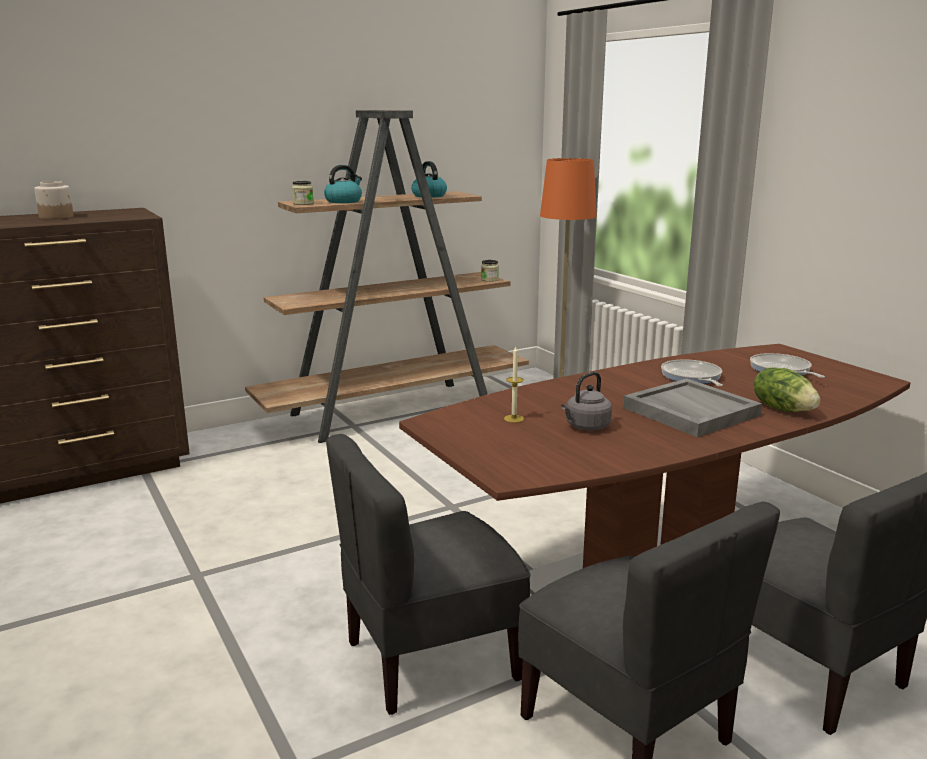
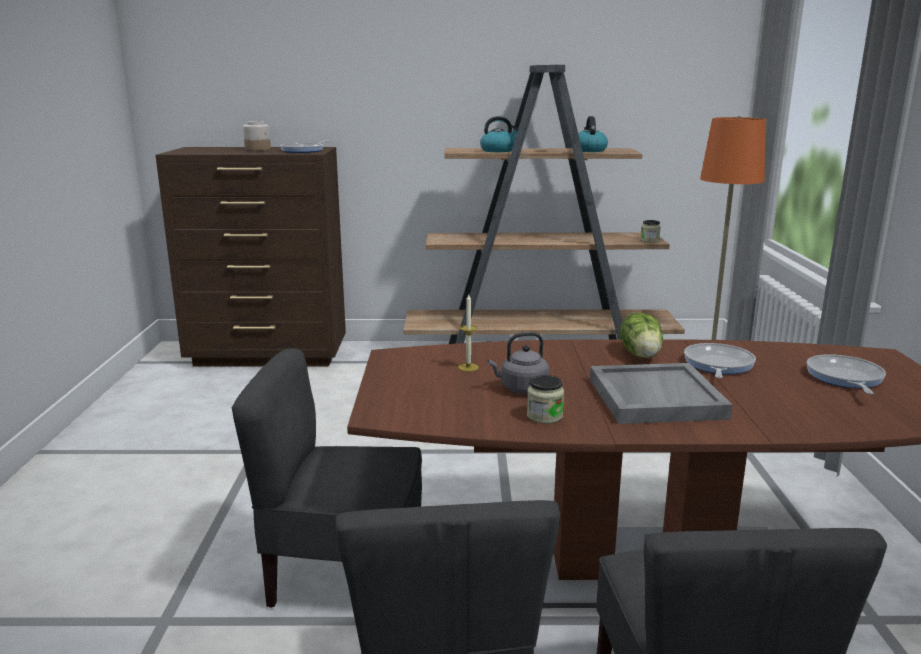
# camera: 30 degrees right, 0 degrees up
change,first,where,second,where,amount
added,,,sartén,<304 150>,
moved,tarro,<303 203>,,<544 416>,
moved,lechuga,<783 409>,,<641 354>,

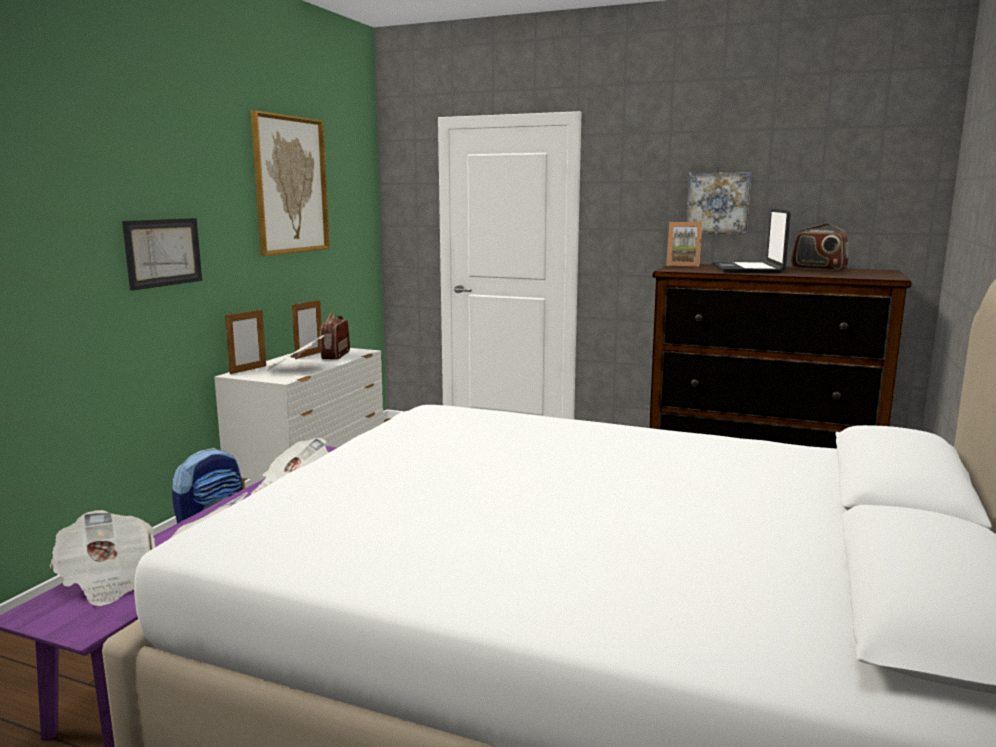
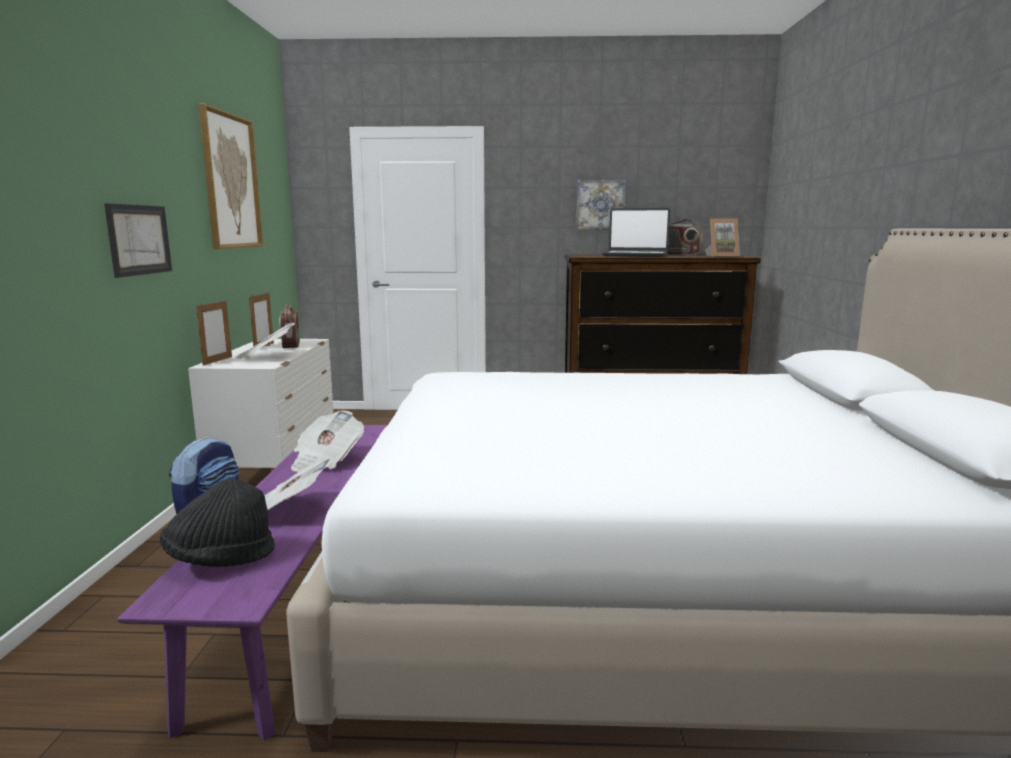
# camera: 20 degrees left, 0 degrees up
change,first,where,second,where,amount
moved,portarretratos,<683 265>,,<721 256>,
replaced,periódico,<109 581>,sombrero (negro),<221 559>,
turned,portátil,<748 269>,,<635 255>,60 degrees counterclockwise

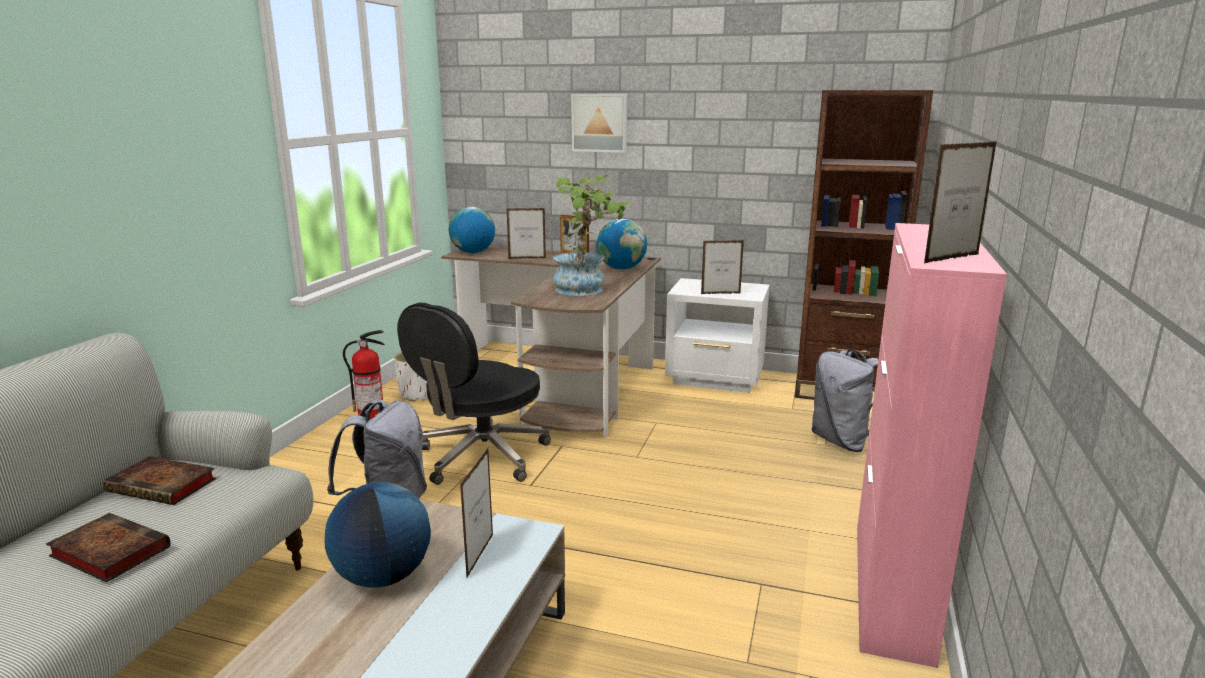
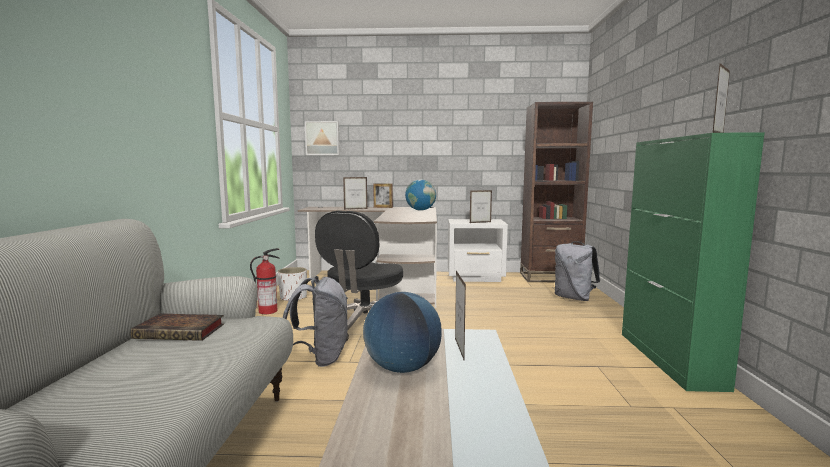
# camera: 15 degrees left, 10 degrees down
change,first,where,second,where,amount
removed,libro,<107 552>,,,
removed,globo terráqueo,<473 252>,,,
removed,planta en maceta,<587 289>,,,
moved,cuadro,<600 122>,,<322 138>,
recoloured,armario (rosa),<891 589>,armario (verde),<669 359>,

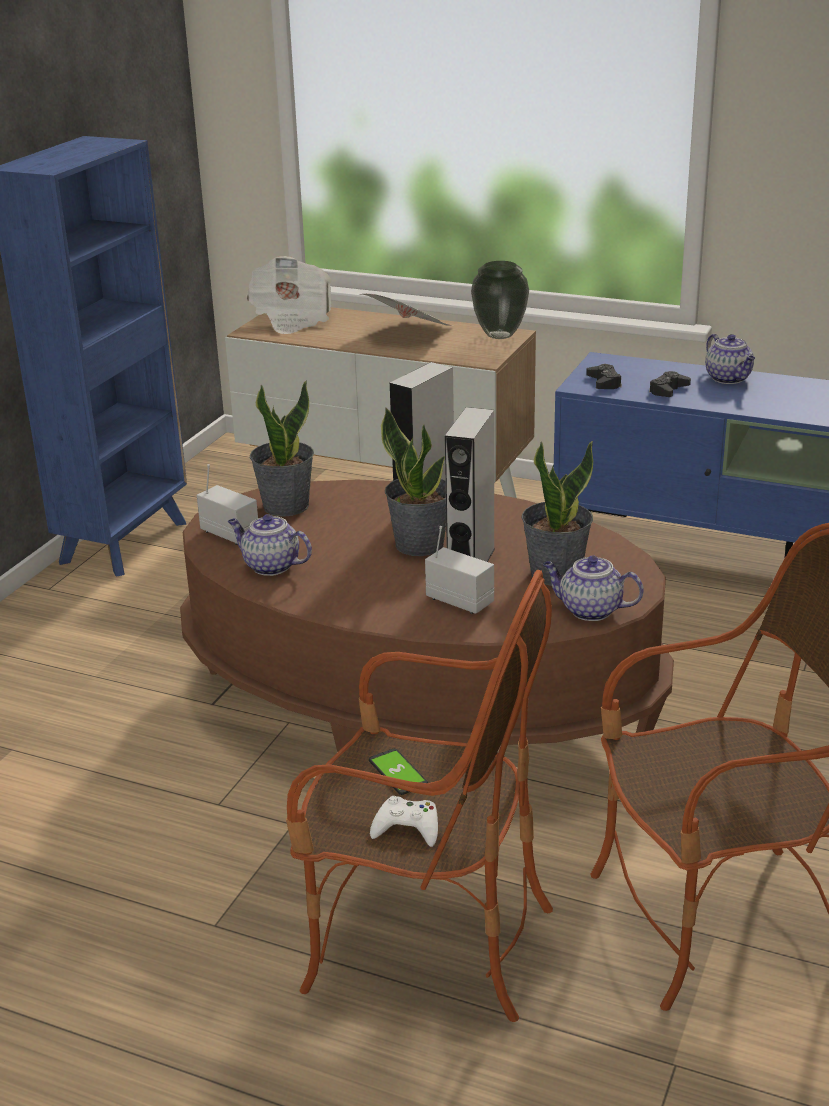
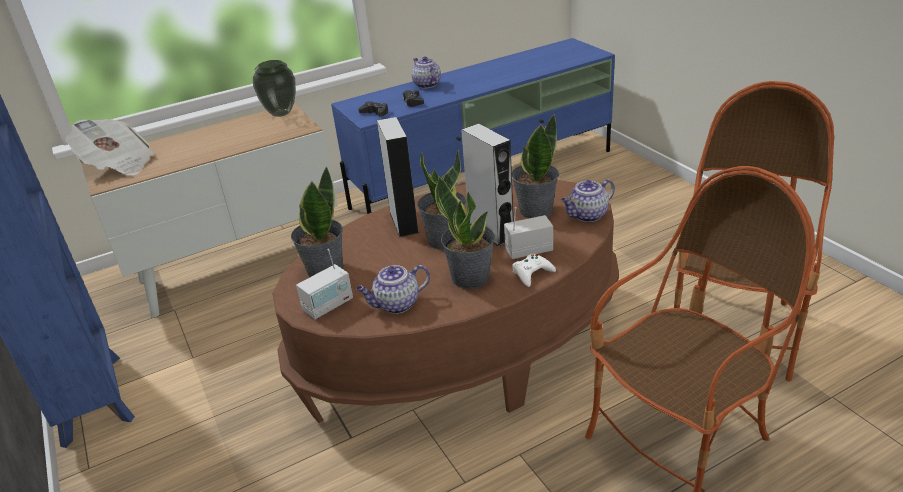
# camera: 50 degrees left, 5 degrees up
change,first,where,second,where,amount
removed,periódico,<409 334>,,,
removed,móvil,<398 773>,,,
added,,,planta en maceta,<470 277>,
moved,mando de consola (blanco),<407 827>,,<532 273>,
turned,radio,<230 533>,,<328 306>,150 degrees clockwise
turned,tetera,<729 379>,,<426 84>,135 degrees counterclockwise

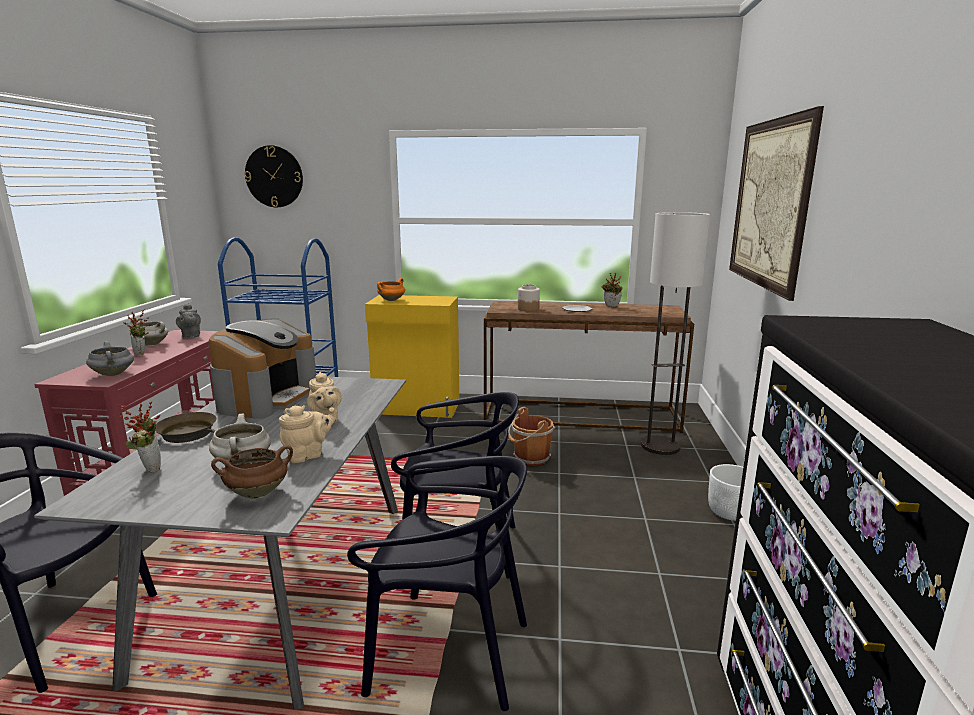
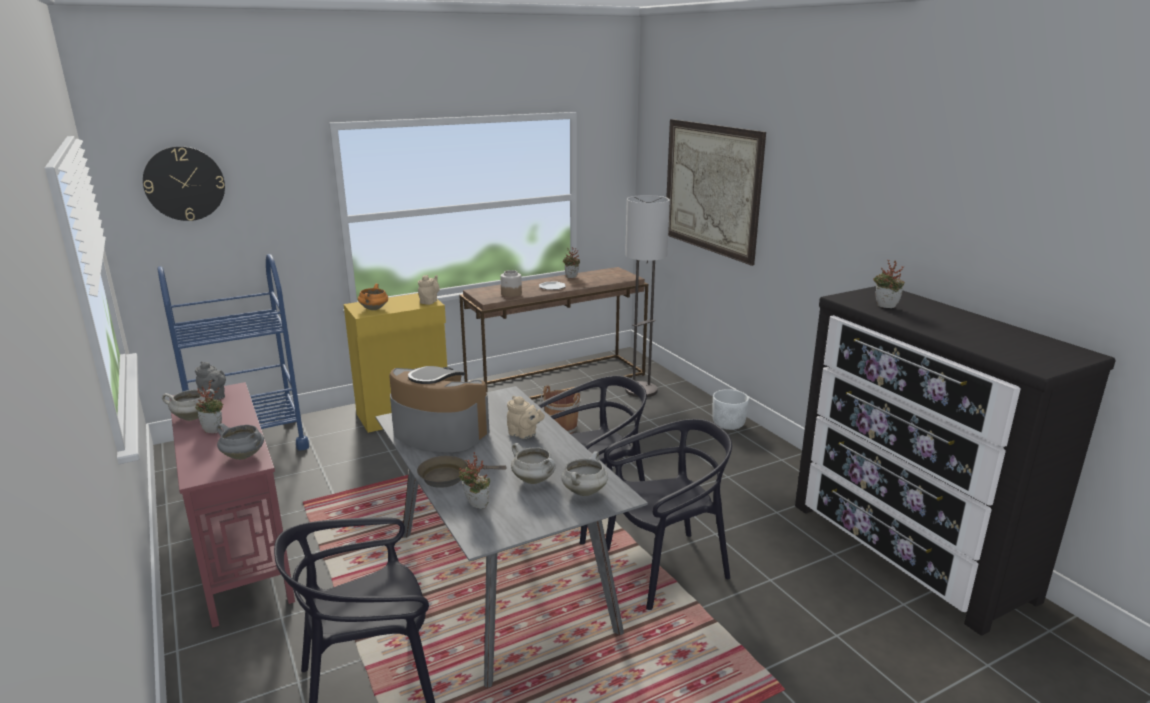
# camera: 35 degrees left, 5 degrees up
change,first,where,second,where,amount
added,,,planta en maceta,<885 307>,
moved,tetera (beis),<308 455>,,<429 301>,
recoloured,olla (marrón),<258 492>,olla (blanco),<584 491>,
turned,cafetera,<267 397>,,<438 432>,45 degrees counterclockwise

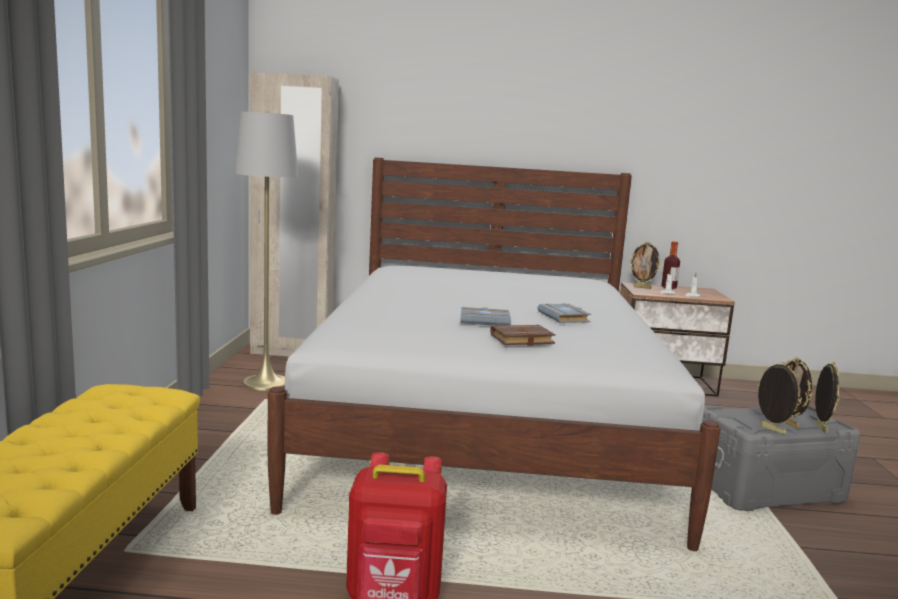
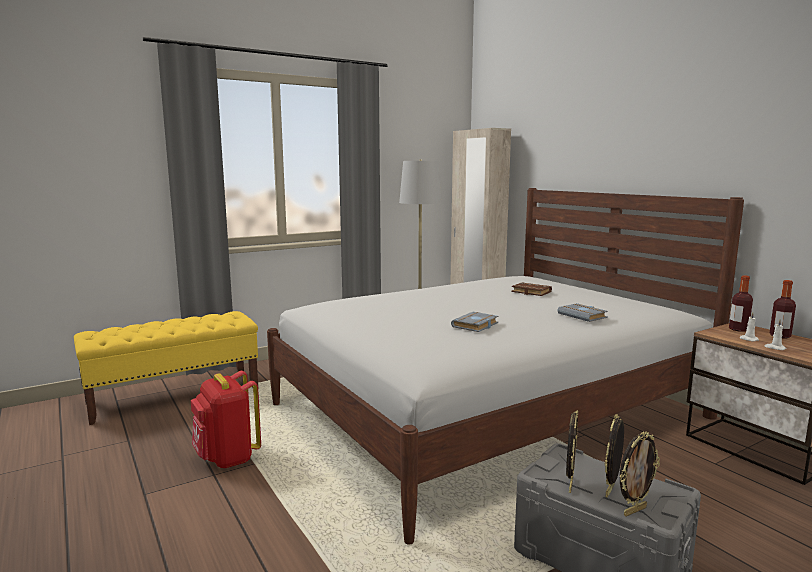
# camera: 55 degrees right, 0 degrees up
change,first,where,second,where,amount
moved,libro (gris),<485 321>,,<583 316>,
moved,libro (marrón),<521 340>,,<530 292>,
replaced,portarretratos,<642 287>,botella,<738 329>,

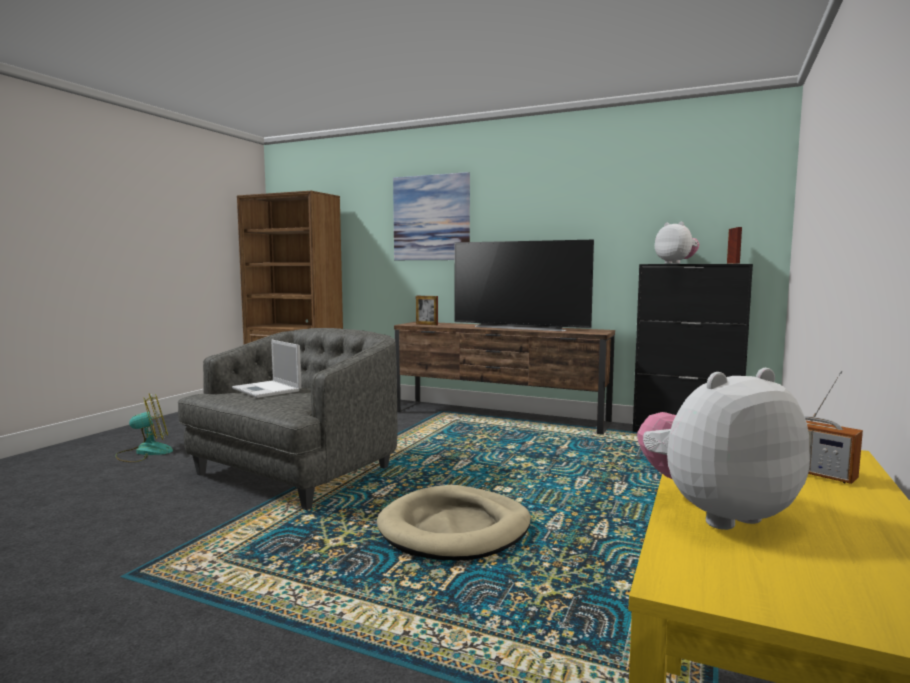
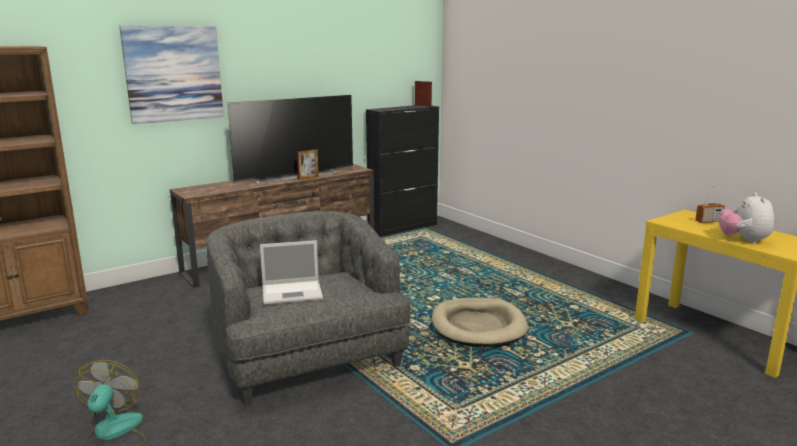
# camera: 60 degrees left, 10 degrees up
change,first,where,second,where,amount
removed,peluche,<676 263>,,,
moved,portarretratos,<427 324>,,<308 178>,

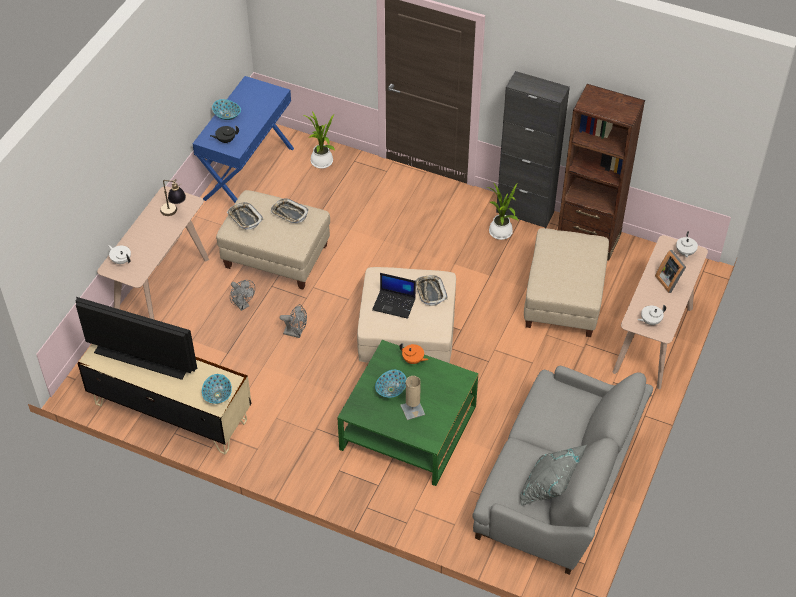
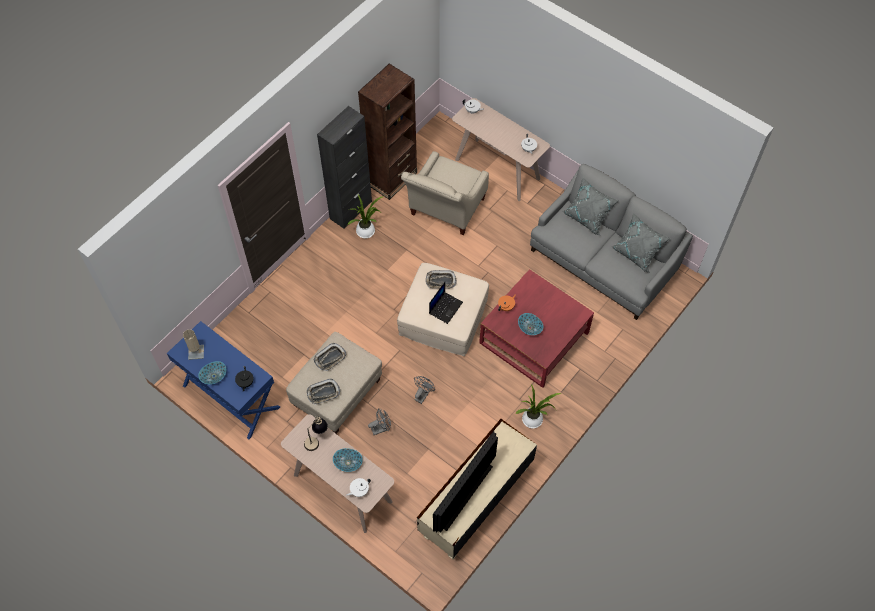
# camera: 75 degrees left, 10 degrees up
change,first,where,second,where,amount
removed,portarretratos,<670 281>,,,
added,,,cojín (gris),<587 217>,
moved,cuenco,<218 395>,,<348 462>,
moved,planta en maceta,<321 163>,,<534 420>,
moved,lámpara de mesa (beis),<412 410>,,<196 352>,
replaced,puf (beis),<563 300>,sillón (beis),<445 210>,
recoloured,mesa de centro (verde),<408 427>,mesa de centro (rojo),<534 338>,

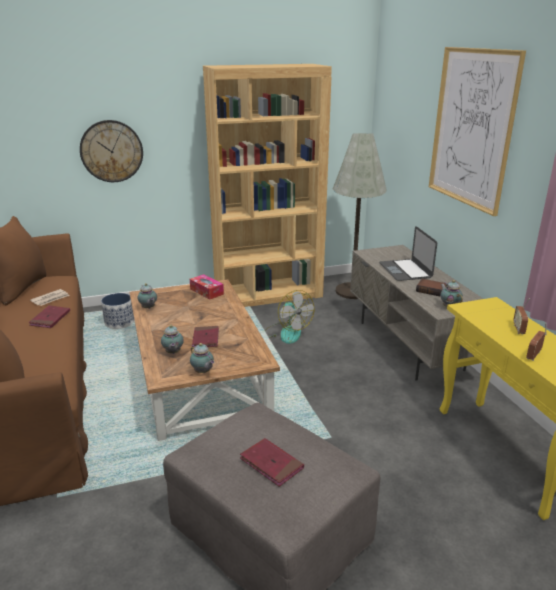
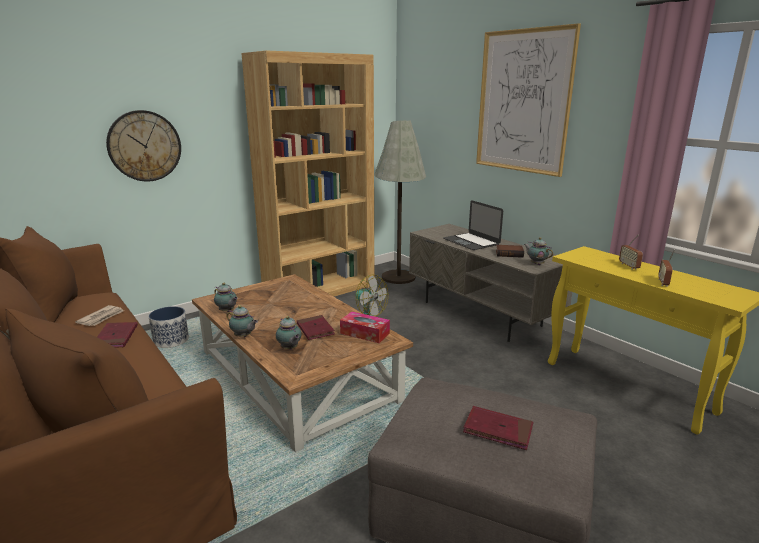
# camera: 20 degrees left, 5 degrees down
change,first,where,second,where,amount
moved,caja de pañuelos,<206 291>,,<365 333>,
moved,tetera,<203 372>,,<243 336>,

